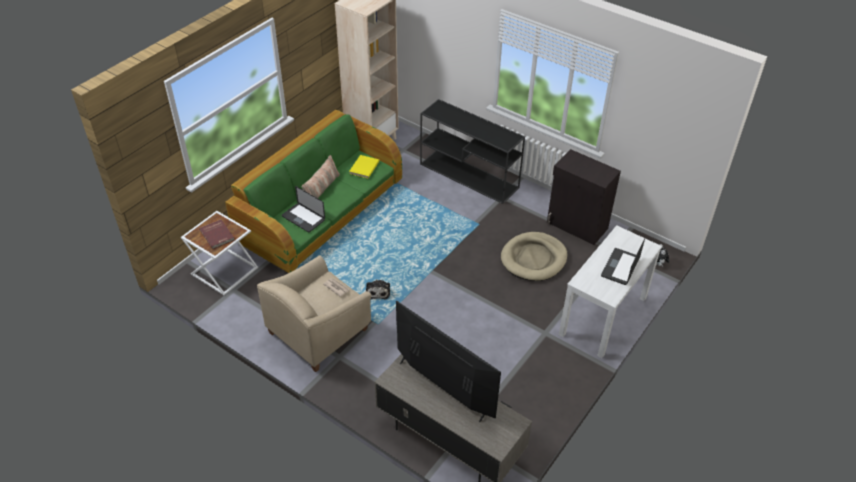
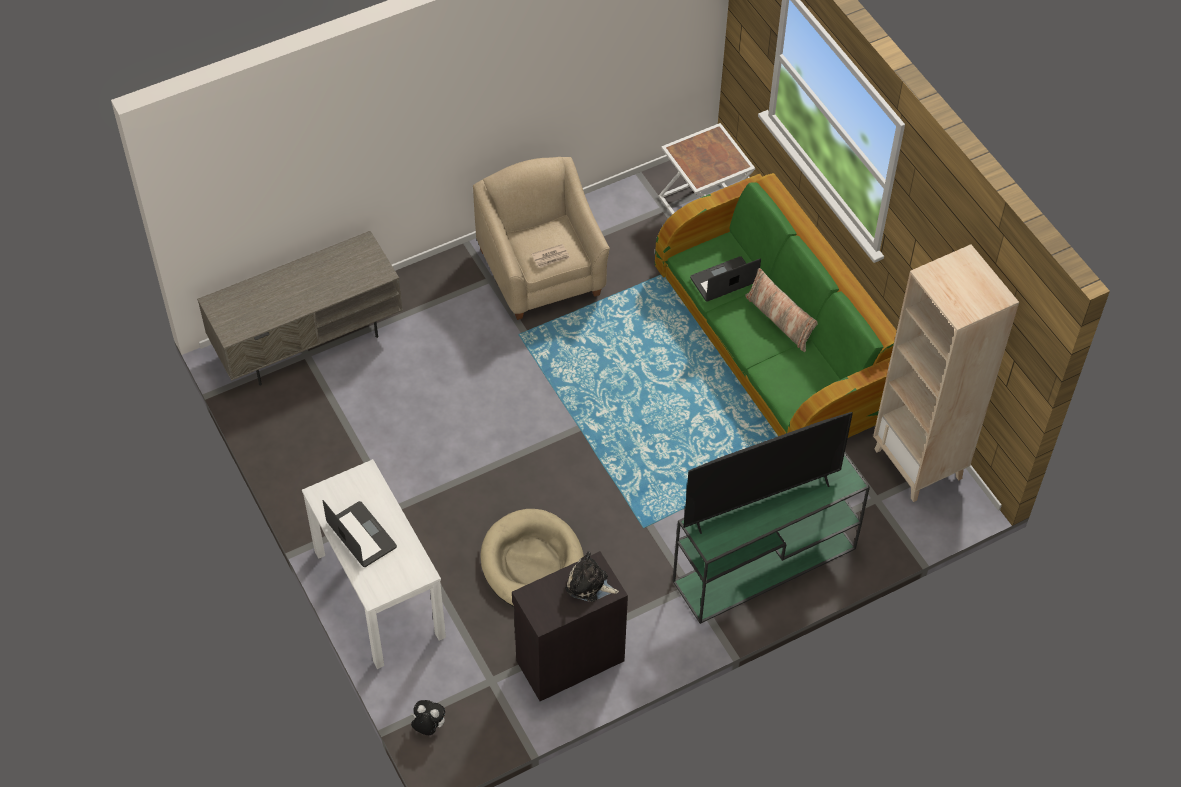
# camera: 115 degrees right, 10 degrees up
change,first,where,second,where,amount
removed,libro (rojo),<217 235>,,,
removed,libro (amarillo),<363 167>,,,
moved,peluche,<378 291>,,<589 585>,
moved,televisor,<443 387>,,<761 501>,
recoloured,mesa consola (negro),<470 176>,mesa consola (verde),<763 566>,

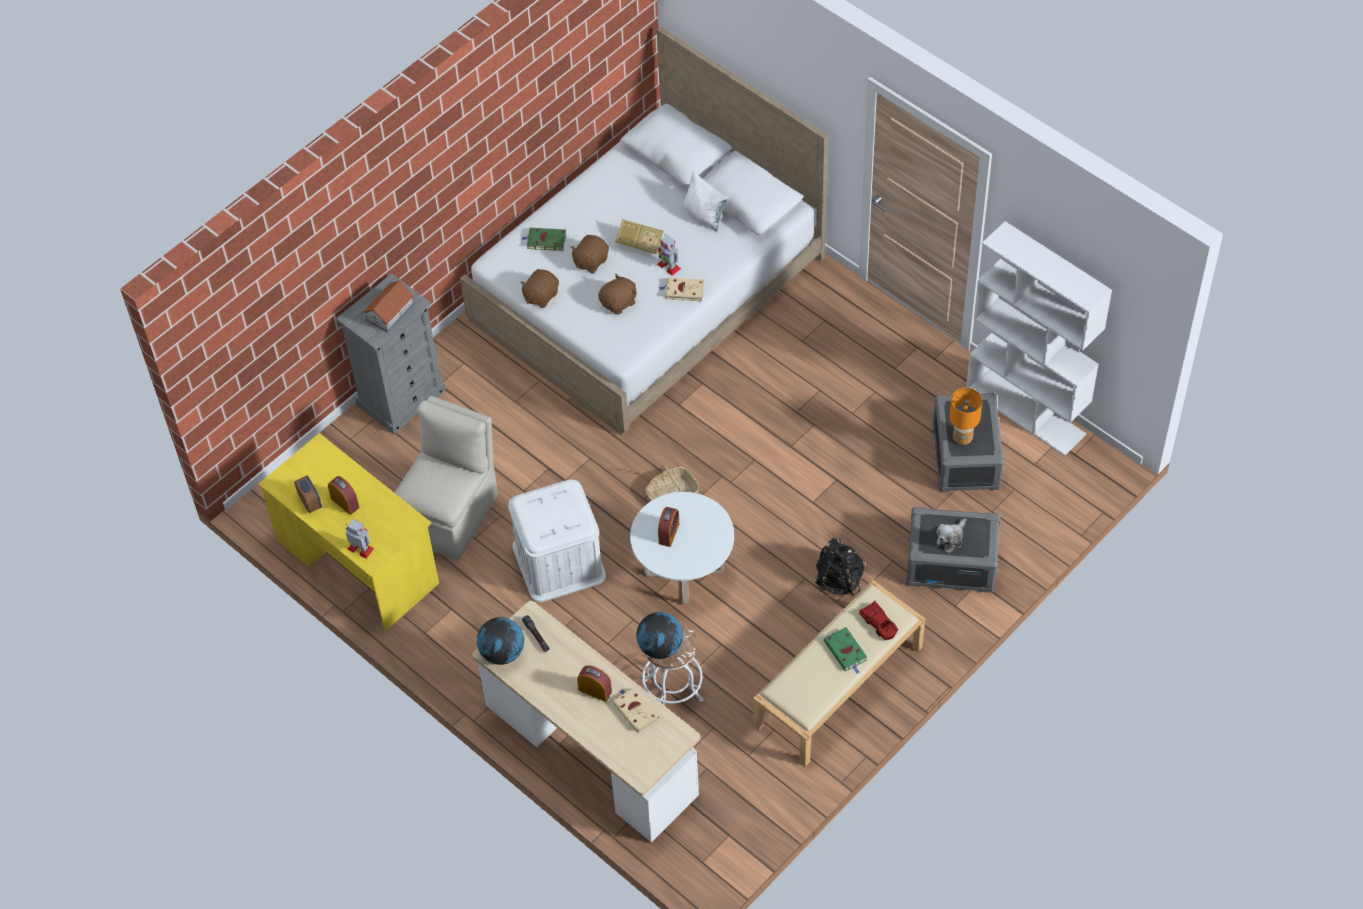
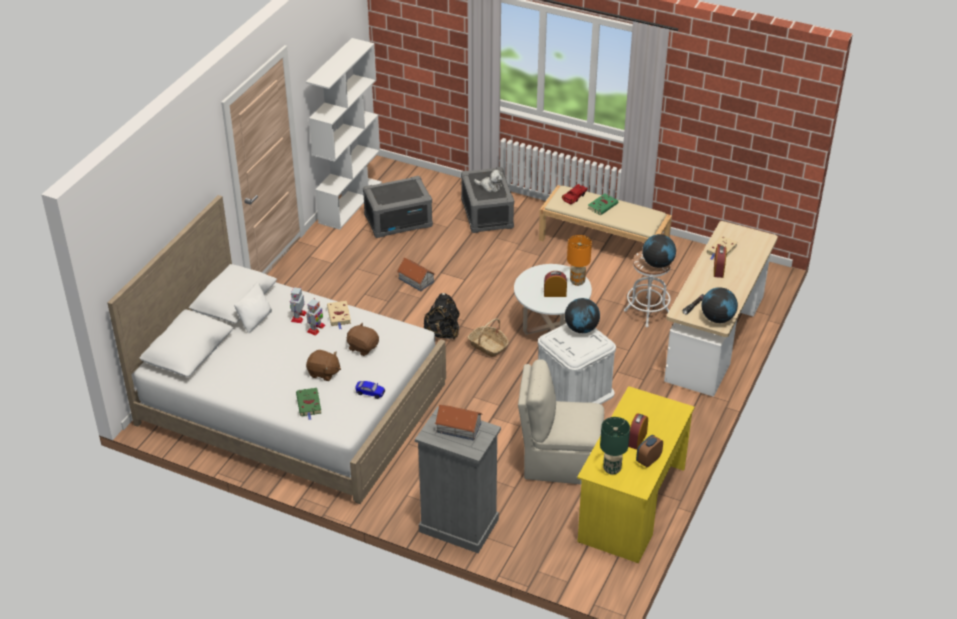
# camera: 110 degrees left, 15 degrees down
change,first,where,second,where,amount
removed,libro,<640 244>,,,
added,,,casita,<416 280>,
added,,,globo terráqueo,<581 329>,
added,,,lámpara de mesa (verde),<611 469>,
moved,robot de juguete,<361 548>,,<298 316>,
moved,mochila (negro),<838 579>,,<443 332>,
moved,lámpara de mesa (naranja),<962 438>,,<577 282>,
replaced,peluche (marrón),<540 296>,coche de juguete,<370 393>,

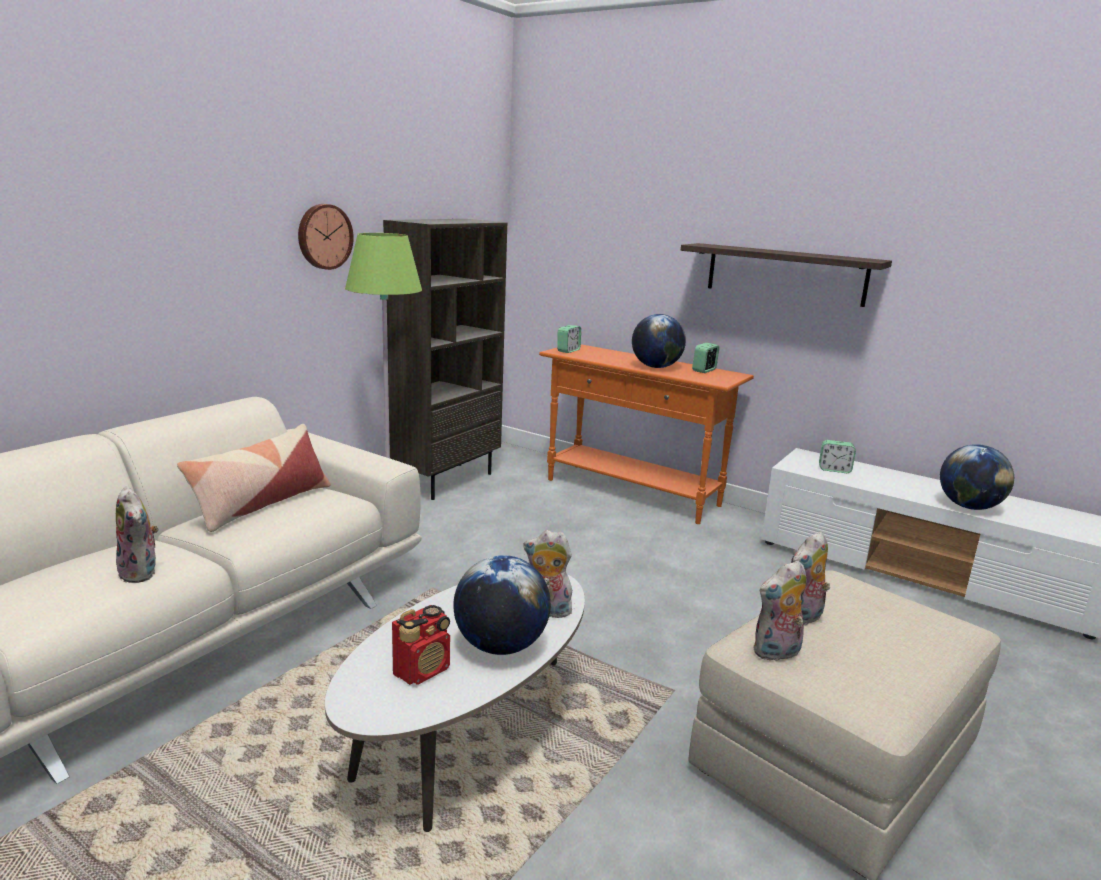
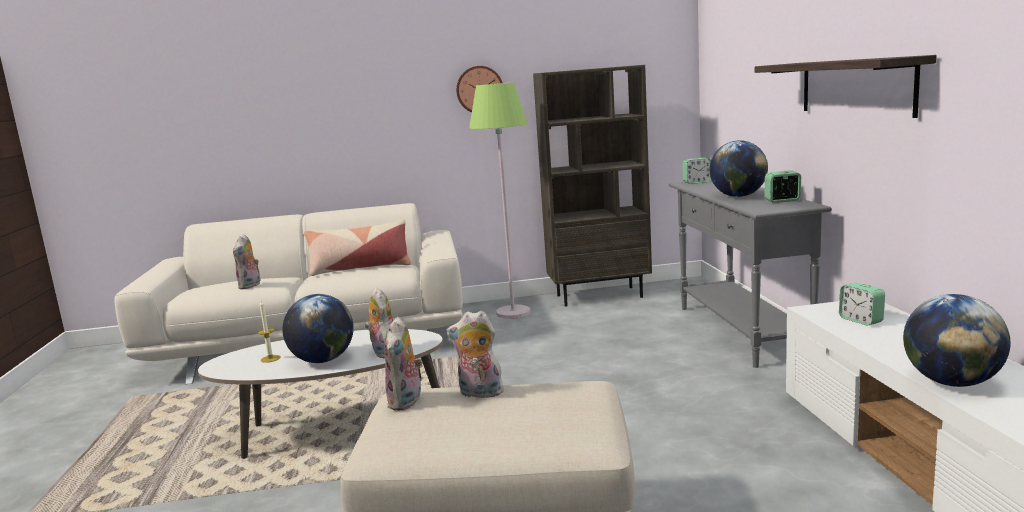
# camera: 50 degrees right, 5 degrees down
change,first,where,second,where,amount
replaced,radio,<422 671>,vela,<270 358>,
recoloured,mesa consola (naranja),<632 493>,mesa consola (gris),<741 332>,
turned,peluche,<776 653>,,<407 402>,105 degrees counterclockwise

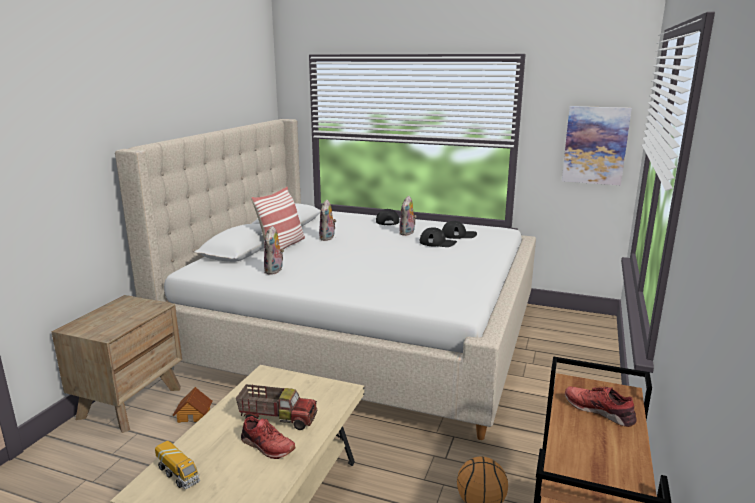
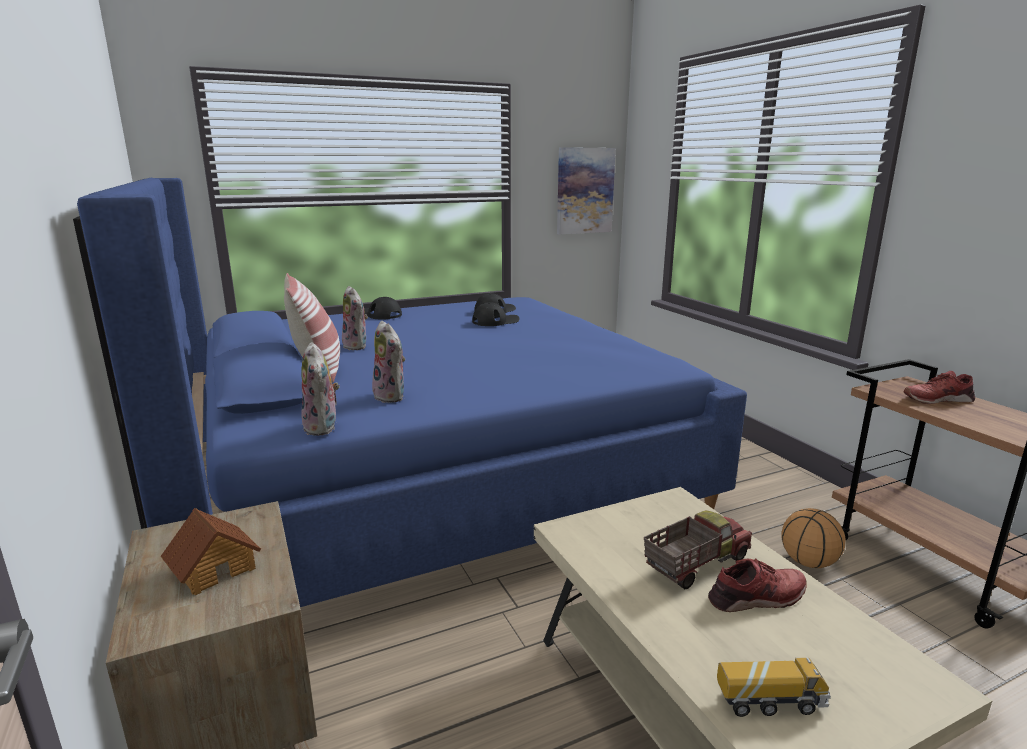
# camera: 45 degrees left, 0 degrees up
change,first,where,second,where,amount
moved,casita,<194 415>,,<214 568>,
moved,peluche,<407 233>,,<323 427>,
recoloured,cama (beis),<359 334>,cama (azul),<426 472>,

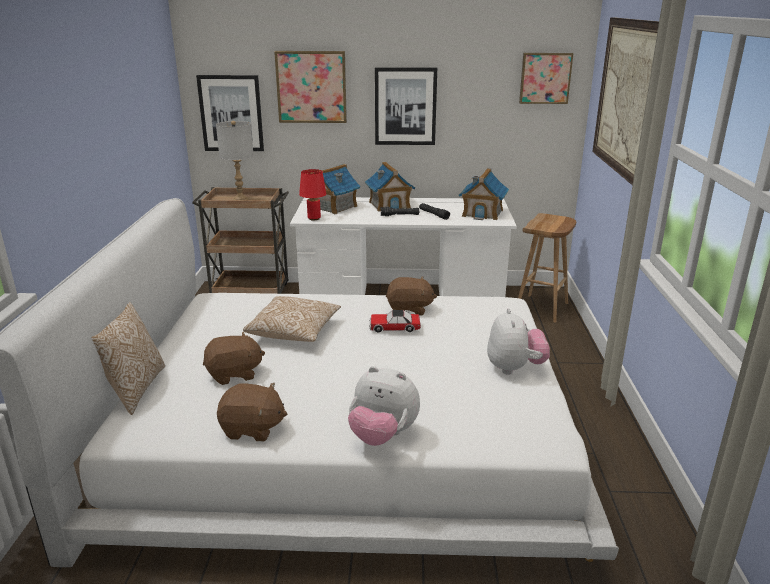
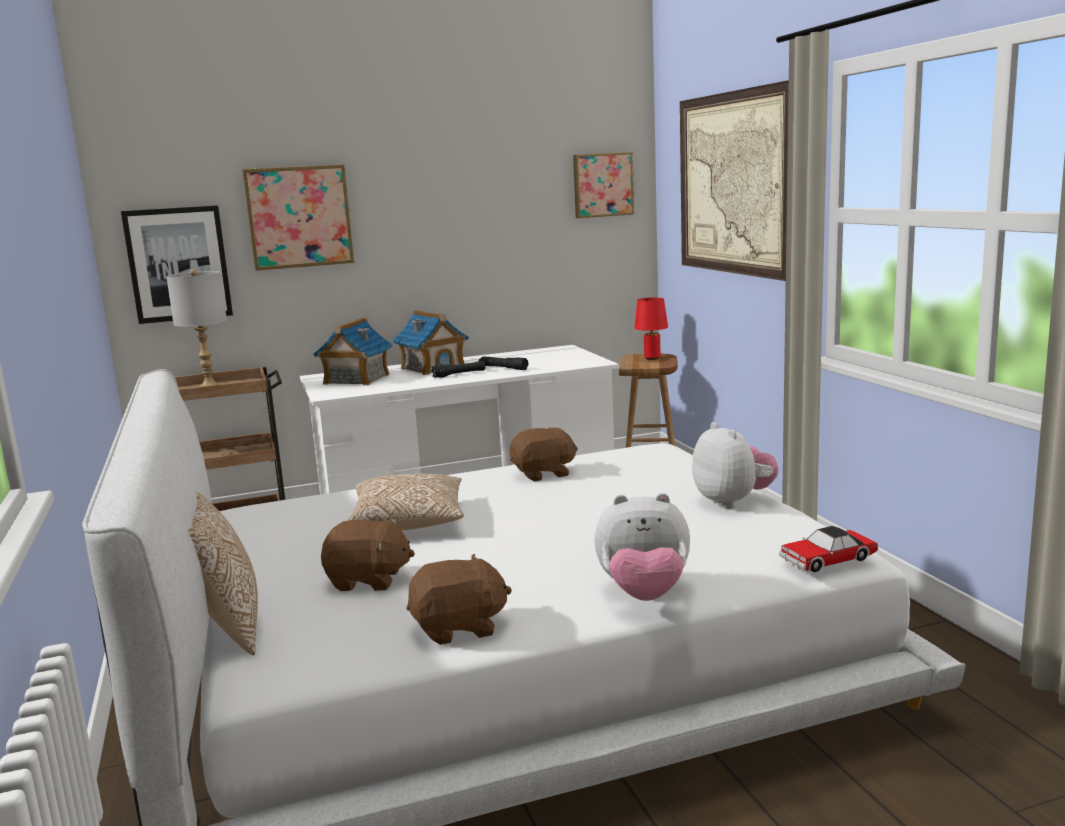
# camera: 20 degrees left, 10 degrees down
change,first,where,second,where,amount
removed,cuadro,<405 106>,,,
removed,casita,<482 213>,,,
moved,lámpara de mesa (rojo),<313 218>,,<652 358>,
moved,coche de juguete,<394 327>,,<827 559>,
turned,peluche (marrón),<234 374>,,<368 580>,45 degrees clockwise

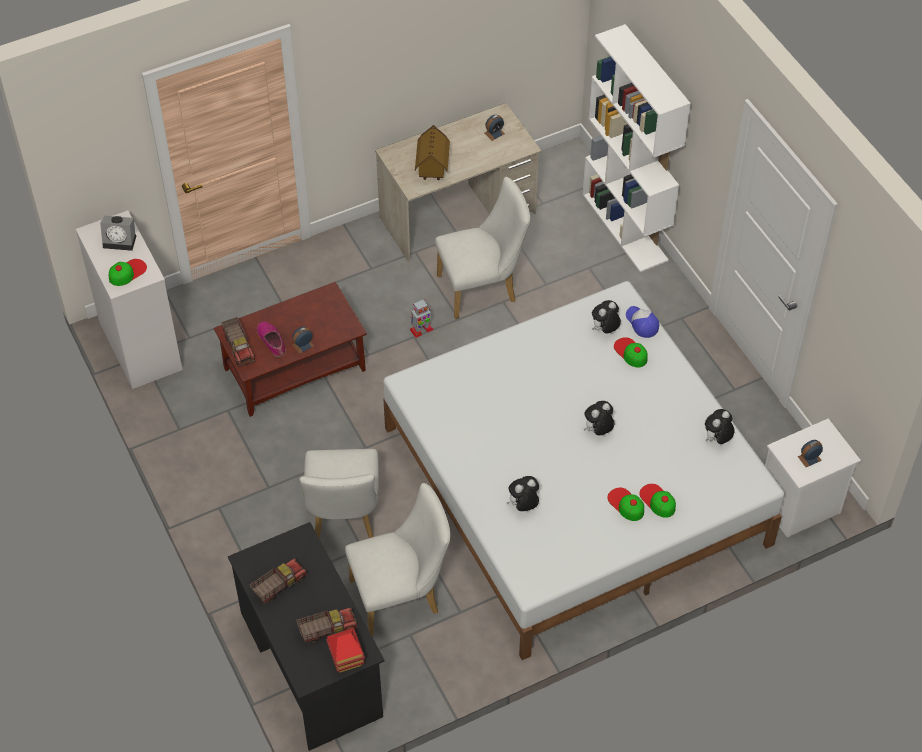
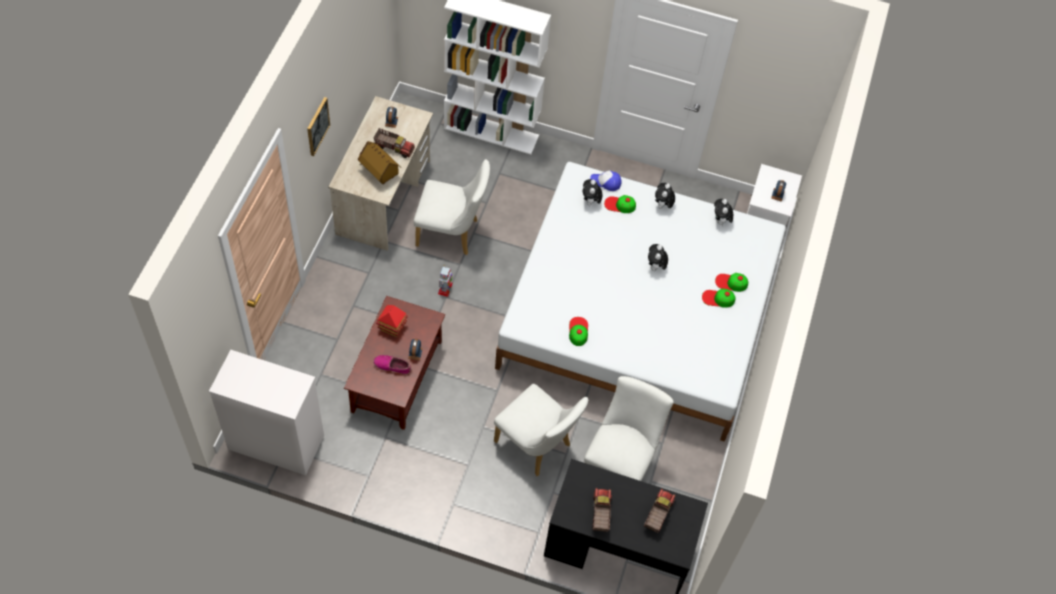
# camera: 50 degrees left, 5 degrees up
change,first,where,second,where,amount
removed,despertador,<121 240>,,,
added,,,cuadro,<317 126>,
moved,gorra,<127 272>,,<578 331>,
moved,camión de juguete,<239 348>,,<394 147>,
moved,casita,<346 659>,,<392 327>,
moved,peluche,<523 505>,,<662 205>,
turned,silla (blanco),<482 288>,,<452 233>,75 degrees clockwise

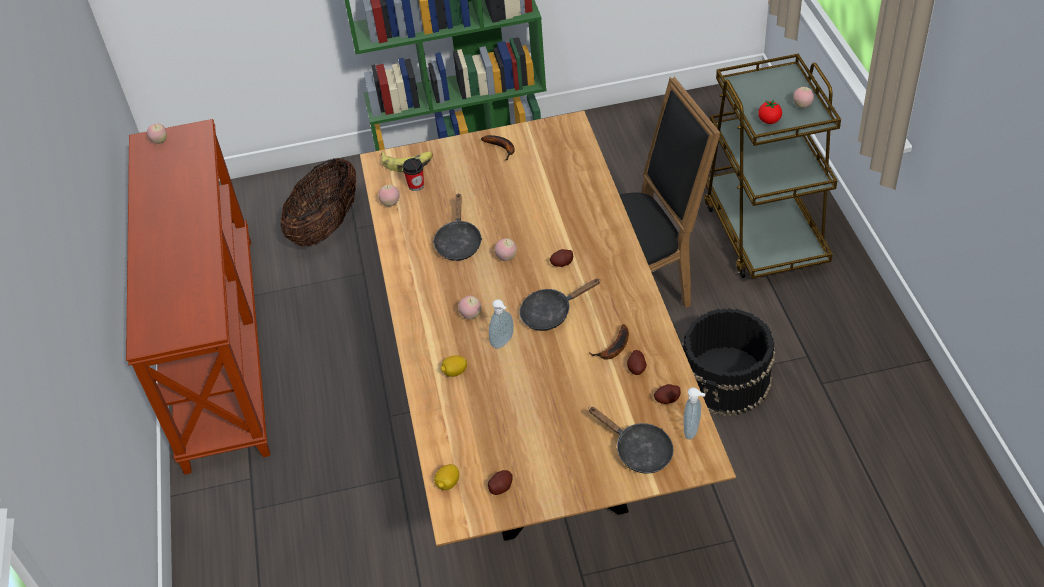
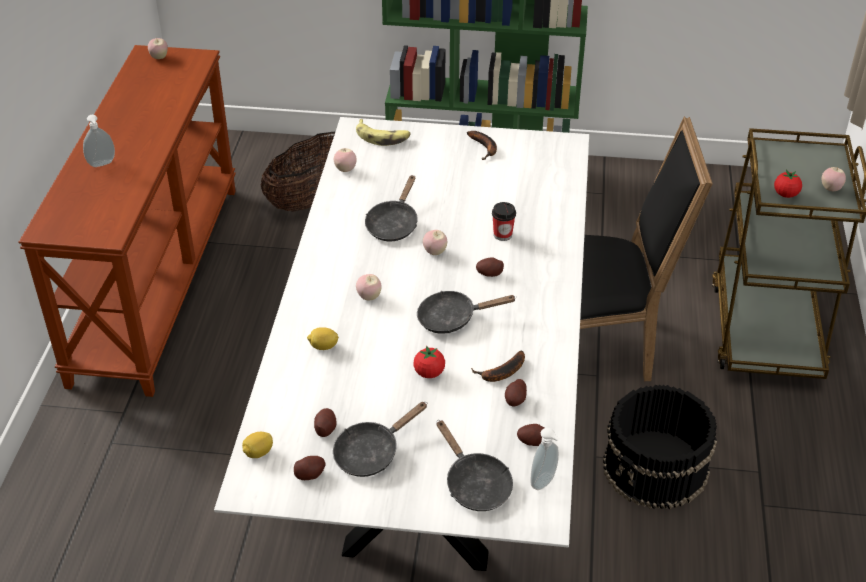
# camera: 15 degrees right, 5 degrees down
change,first,where,second,where,amount
added,,,patata,<325 428>,
added,,,sartén (negro),<371 452>,
added,,,tomate,<429 373>,
moved,taza,<416 185>,,<502 235>,
moved,dispensador de jabón,<503 342>,,<102 164>,
recoloured,mesa de comedor (marrón),<534 416>,mesa de comedor (blanco),<432 441>,

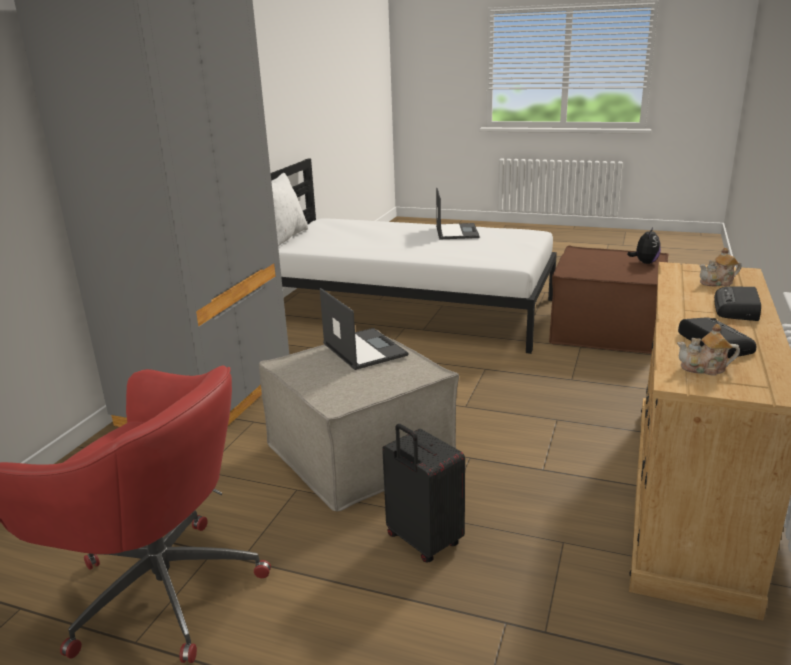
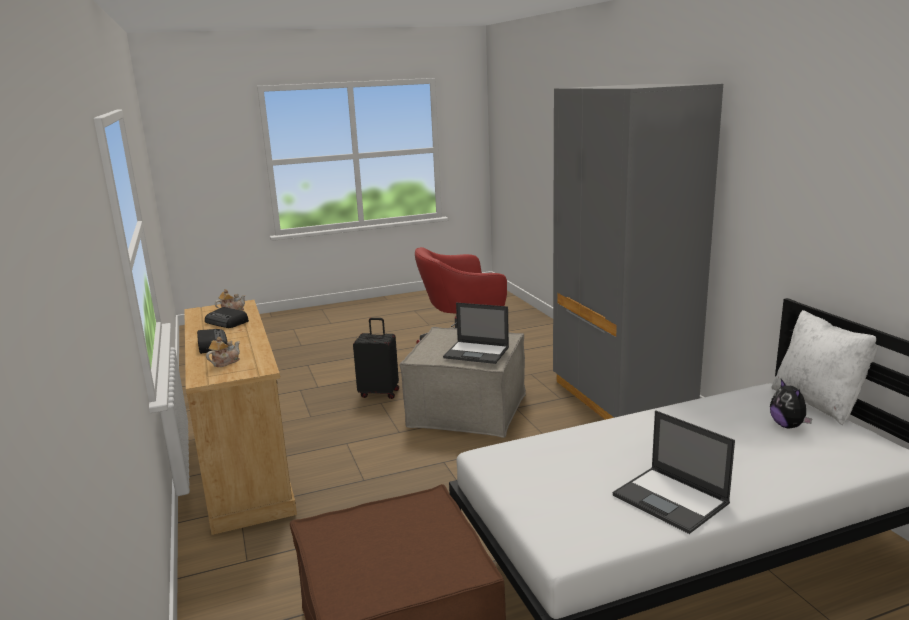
# camera: 140 degrees right, 5 degrees down
change,first,where,second,where,amount
moved,peluche,<644 263>,,<788 426>,

